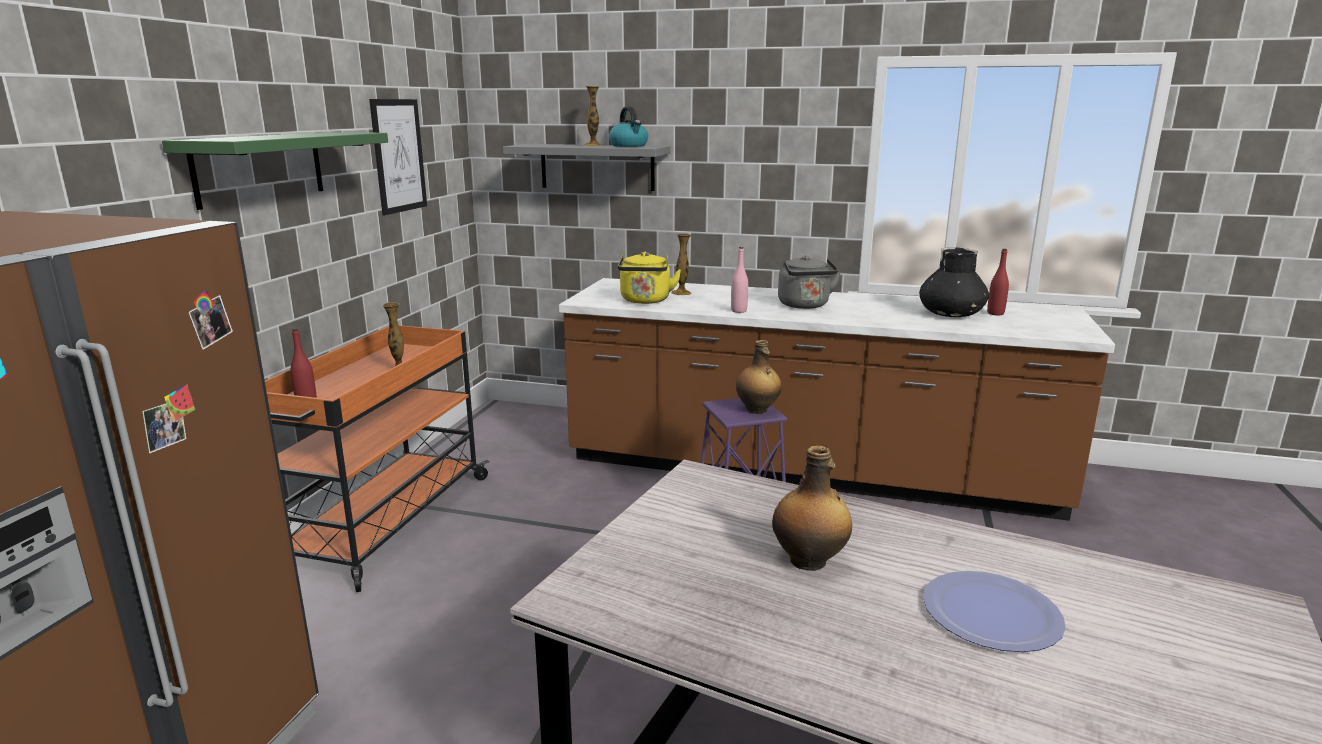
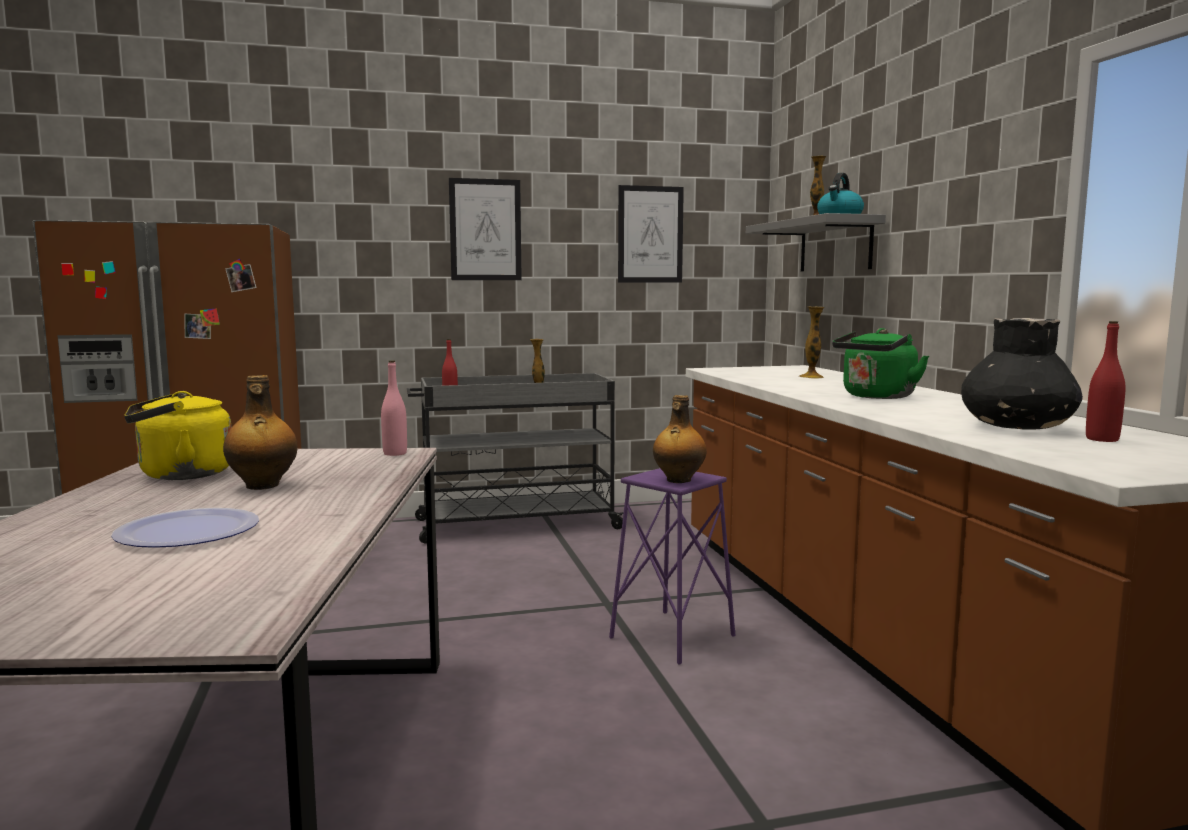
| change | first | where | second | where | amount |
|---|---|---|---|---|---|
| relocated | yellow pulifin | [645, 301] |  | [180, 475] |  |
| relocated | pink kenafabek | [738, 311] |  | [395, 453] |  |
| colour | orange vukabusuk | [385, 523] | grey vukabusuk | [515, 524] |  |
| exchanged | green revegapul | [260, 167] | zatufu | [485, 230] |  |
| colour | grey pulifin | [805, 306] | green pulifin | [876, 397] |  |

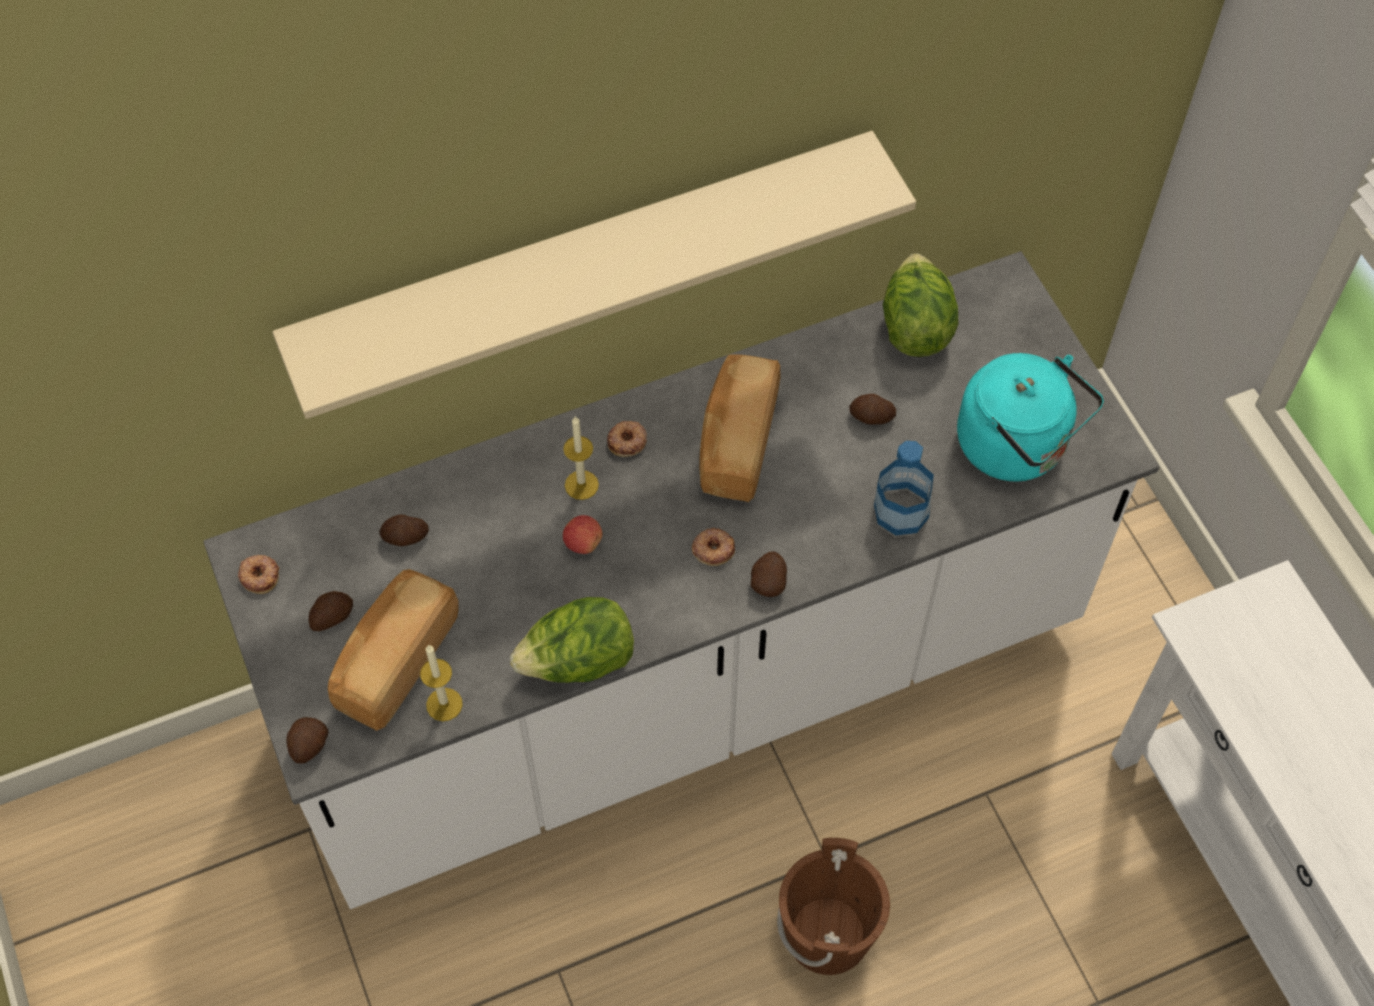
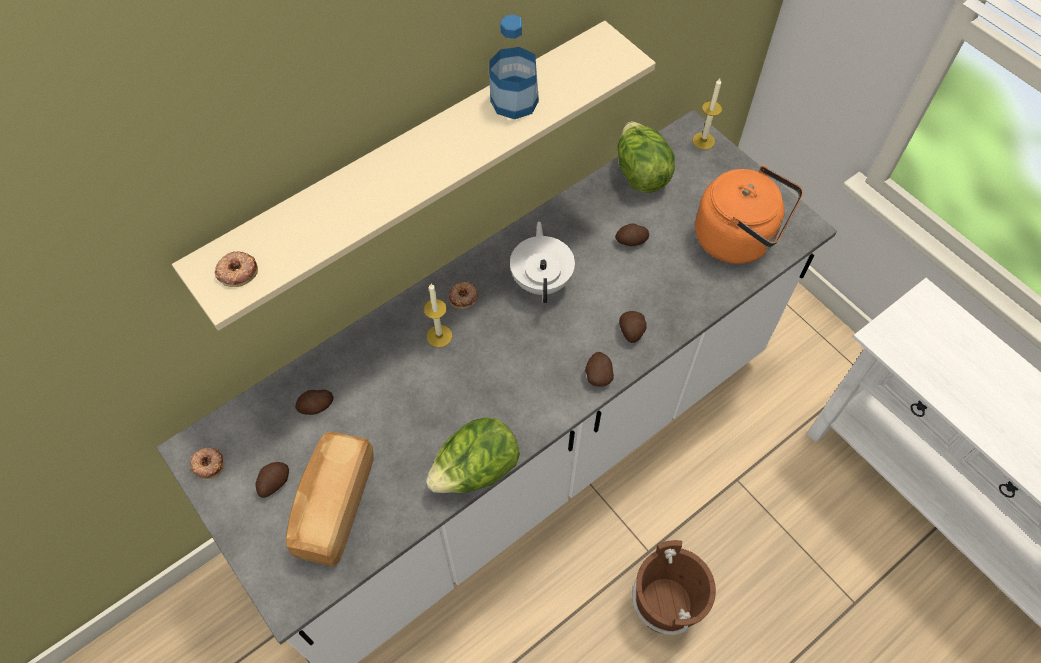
| change | first | where | second | where | amount |
|---|---|---|---|---|---|
| relocated | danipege | [713, 549] |  | [237, 271] |  |
| relocated | kenafabek | [901, 511] |  | [514, 101] |  |
| exchanged | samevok | [735, 442] | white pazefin | [542, 280] |  |
| relocated | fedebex | [308, 746] |  | [631, 332] |  |
| relocated | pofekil | [444, 704] |  | [703, 141] |  |
| colour | turquoise pulifin | [1017, 447] | orange pulifin | [738, 239] |  |
| missing | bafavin | [583, 543] |  |  |  |

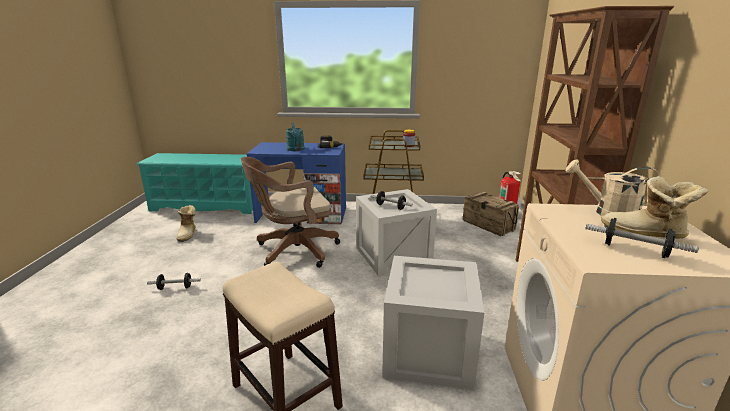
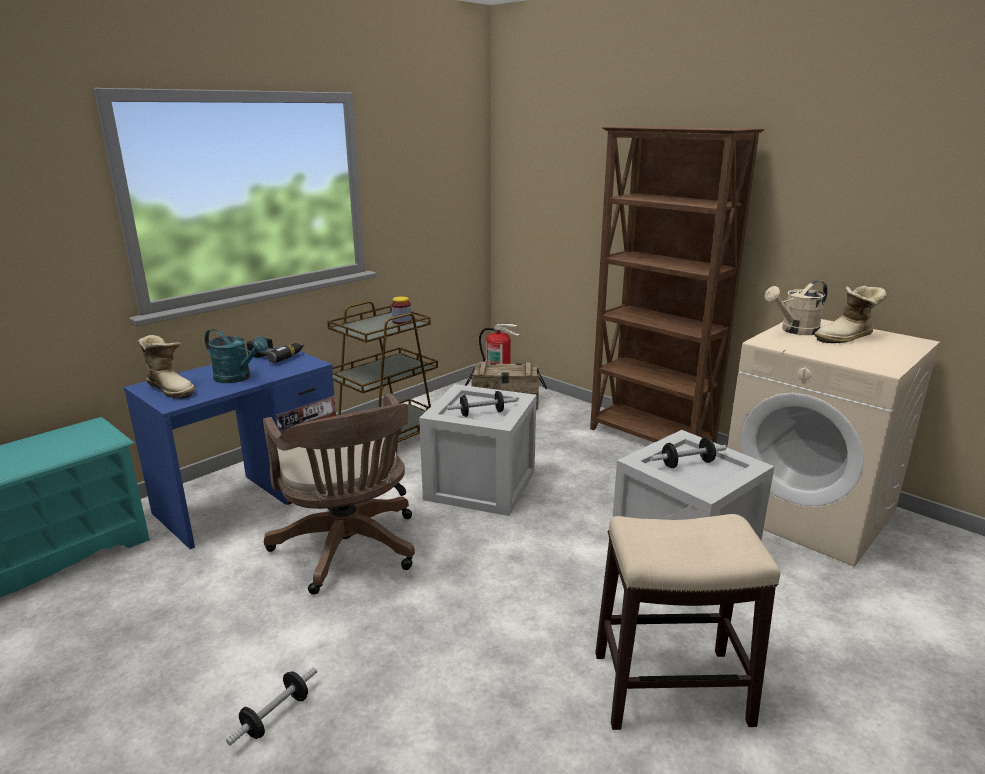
| change | first | where | second | where | amount |
|---|---|---|---|---|---|
| relocated | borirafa | [188, 234] |  | [171, 389] |  |
| spun | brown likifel | [293, 251] |  | [349, 550] | 45 degrees counterclockwise |
| relocated | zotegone | [635, 250] |  | [687, 464] |  |

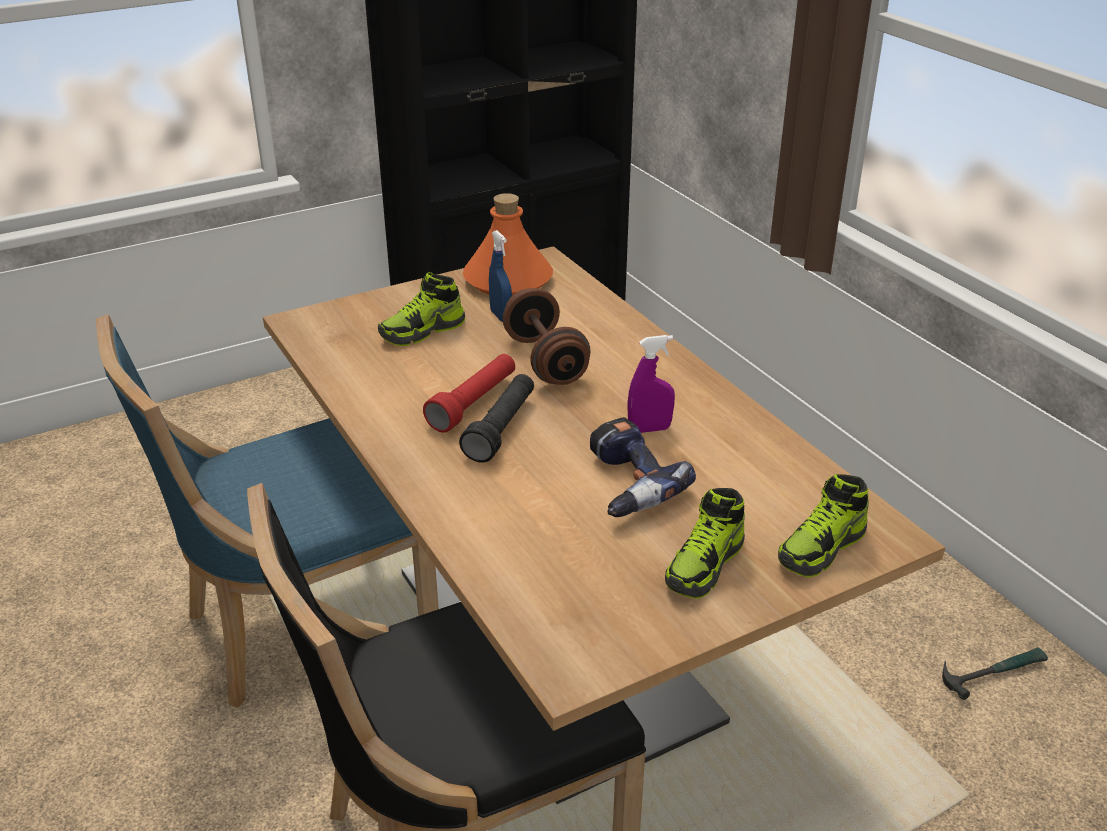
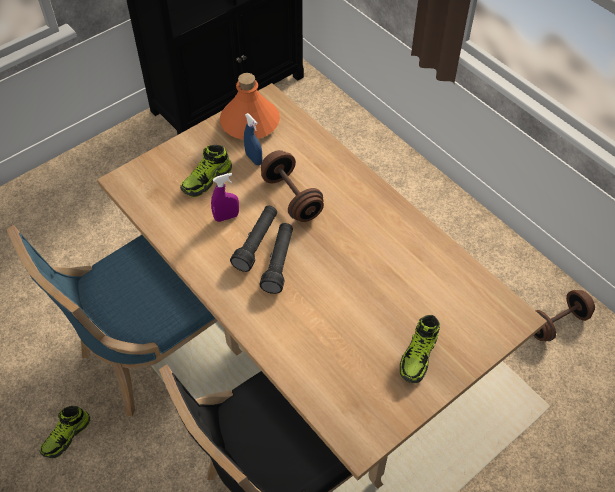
| change | first | where | second | where | amount |
|---|---|---|---|---|---|
| relocated | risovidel | [821, 549] |  | [66, 436] |  |
| relocated | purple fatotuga | [649, 429] |  | [226, 217] |  |
| colour | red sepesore | [474, 403] | black sepesore | [256, 243] |  |
| exchanged | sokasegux | [992, 672] | brown zotegone | [557, 323] |  |
| missing | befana | [625, 485] |  |  |  |

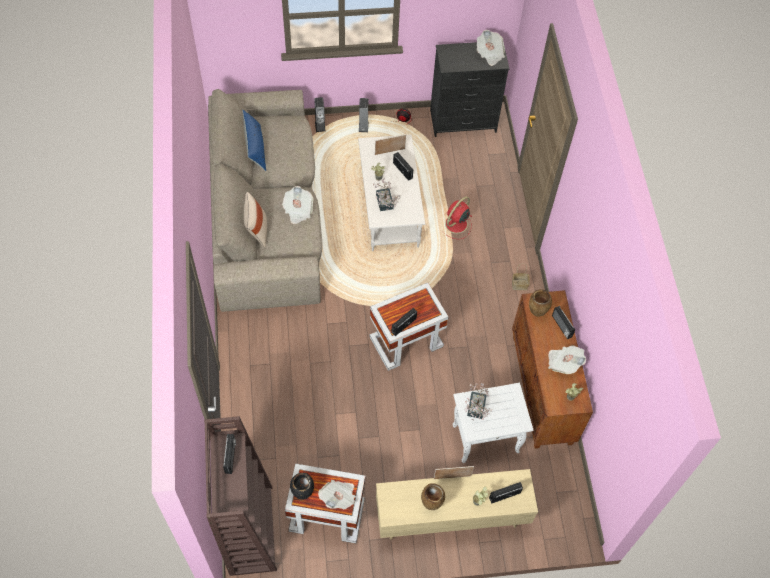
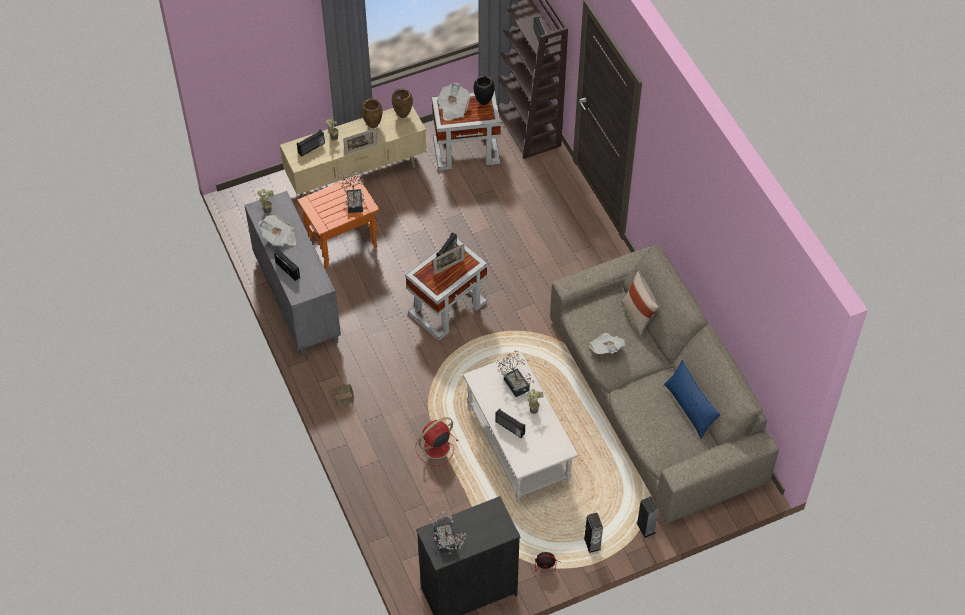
| change | first | where | second | where | amount |
|---|---|---|---|---|---|
| colour | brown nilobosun | [542, 390] | grey nilobosun | [296, 300] |  |
| colour | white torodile | [486, 437] | orange torodile | [341, 245] |  |
| relocated | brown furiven | [536, 314] |  | [403, 115] |  |
| spun | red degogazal | [455, 224] |  | [435, 447] | 150 degrees counterclockwise |
| exchanged | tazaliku | [490, 54] | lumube | [446, 543] |  |
| relocated | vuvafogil | [390, 151] |  | [449, 267] |  |

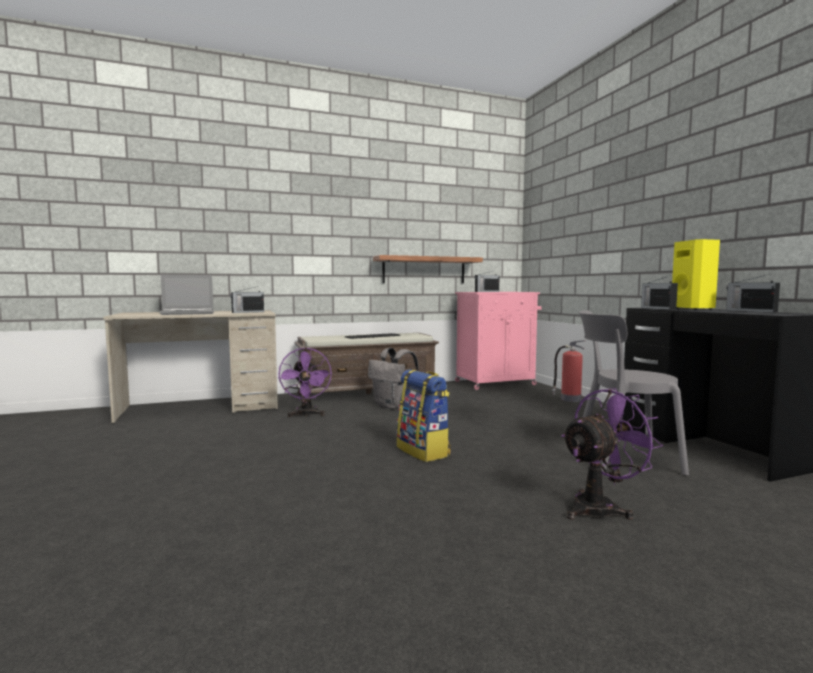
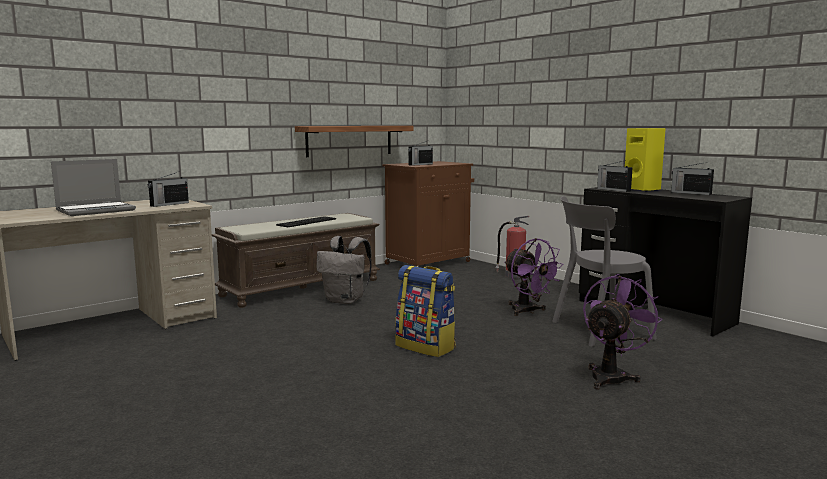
| change | first | where | second | where | amount |
|---|---|---|---|---|---|
| colour | pink nilobosun | [496, 383] | brown nilobosun | [429, 262] |  |
| relocated | purple degogazal | [306, 415] |  | [528, 311] |  |

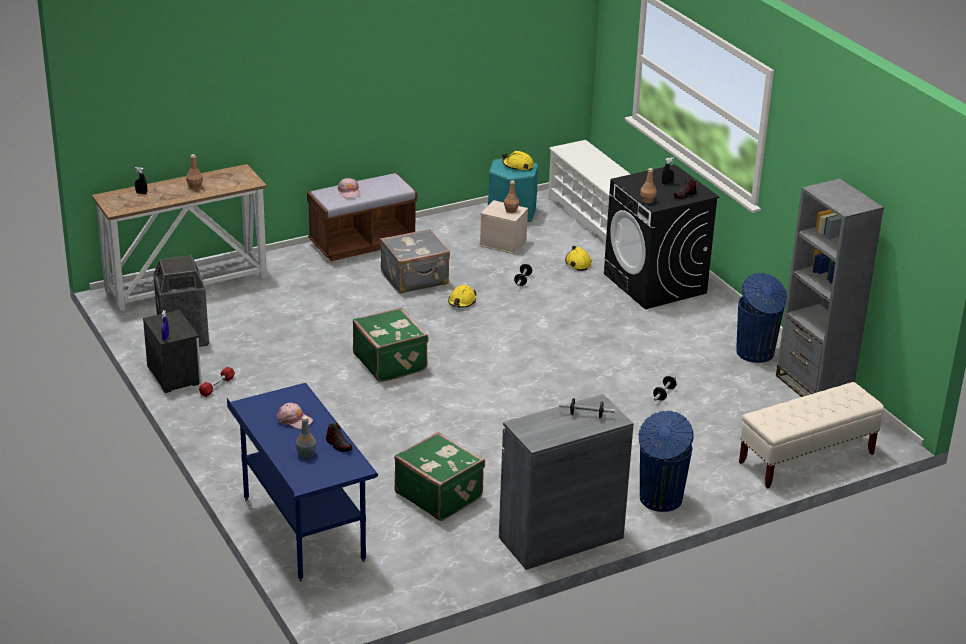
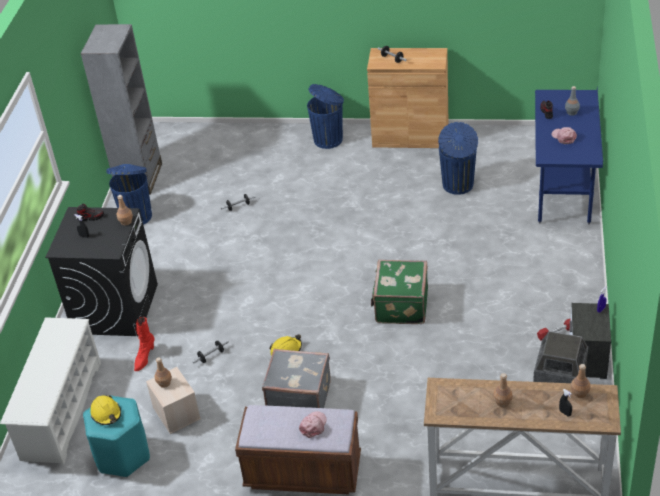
| change | first | where | second | where | amount |
|---|---|---|---|---|---|
| exchanged | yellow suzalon | [578, 263] | red borirafa | [144, 358] |  |
| colour | grey nilobosun | [561, 538] | brown nilobosun | [410, 136] |  |
| exchanged | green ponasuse | [439, 494] | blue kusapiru | [458, 185] |  |
| appeared |  |  | brown kenafabek | [579, 393] |  |
| missing | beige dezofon | [806, 459] |  |  |  |

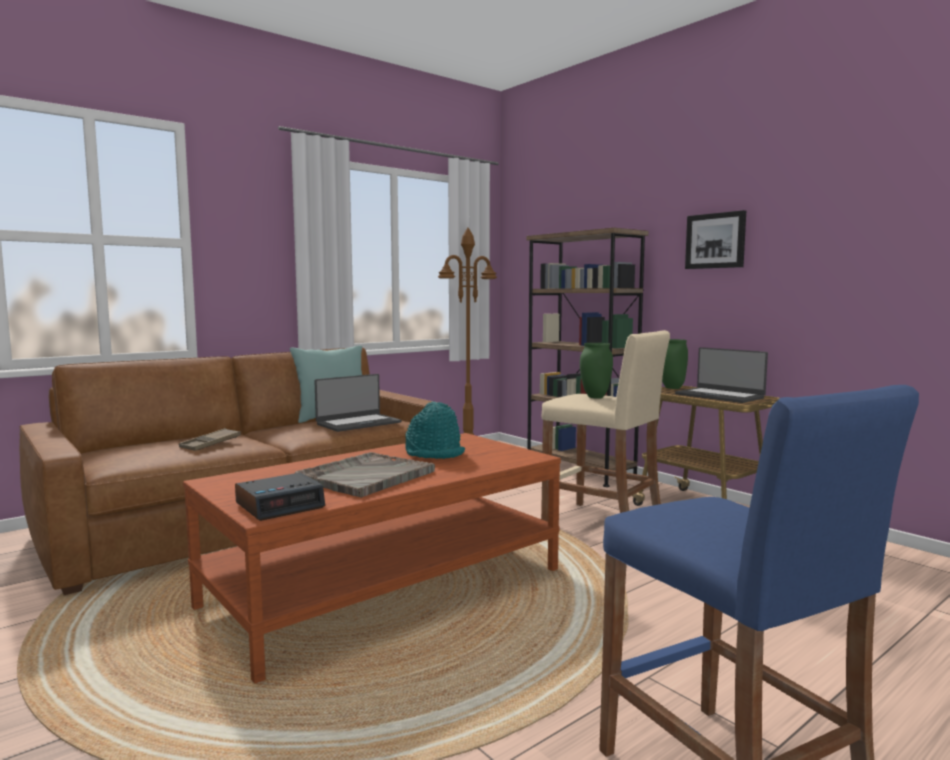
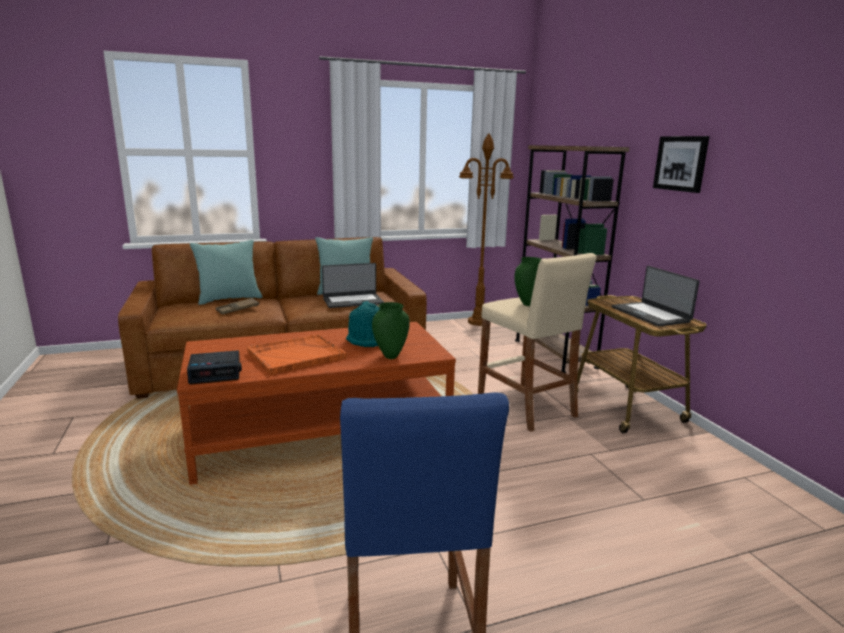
| change | first | where | second | where | amount |
|---|---|---|---|---|---|
| appeared |  |  | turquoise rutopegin | [229, 299] |  |
| colour | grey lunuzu | [365, 476] | orange lunuzu | [295, 355] |  |
| relocated | green furiven | [672, 388] |  | [390, 356] |  |

